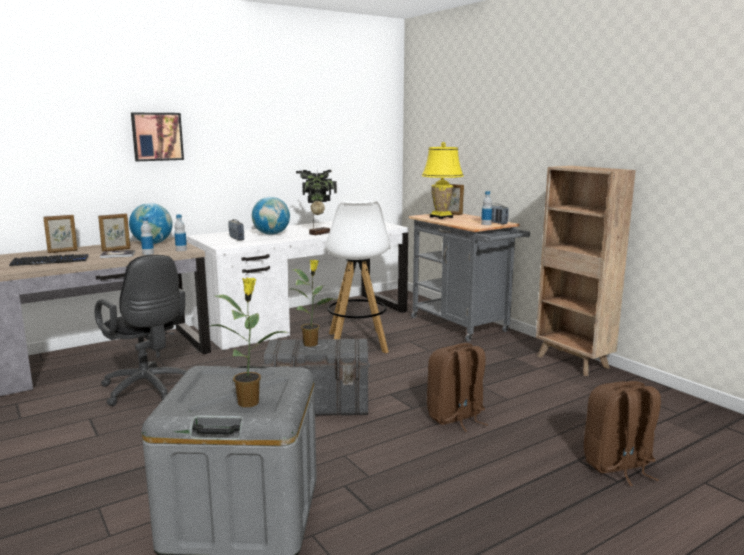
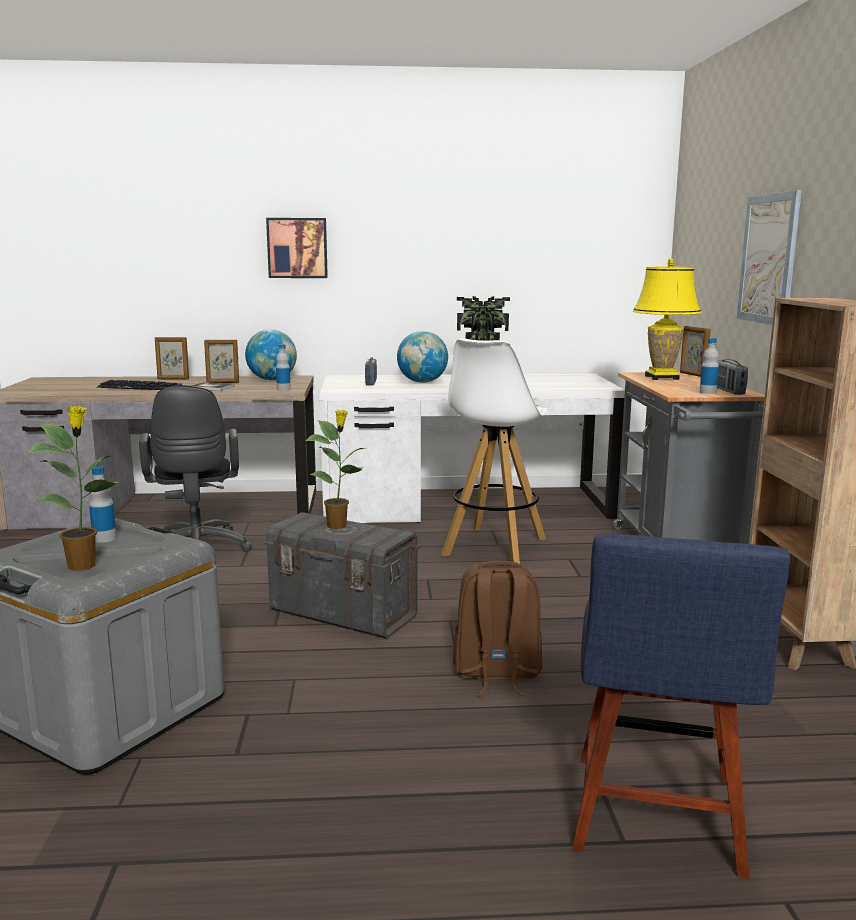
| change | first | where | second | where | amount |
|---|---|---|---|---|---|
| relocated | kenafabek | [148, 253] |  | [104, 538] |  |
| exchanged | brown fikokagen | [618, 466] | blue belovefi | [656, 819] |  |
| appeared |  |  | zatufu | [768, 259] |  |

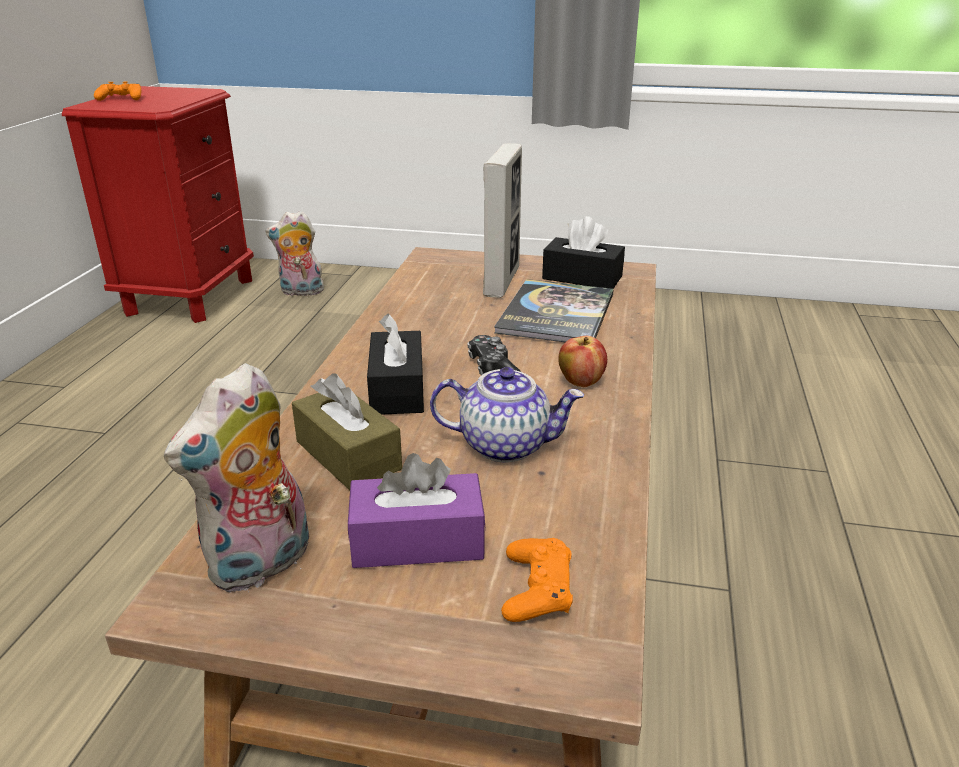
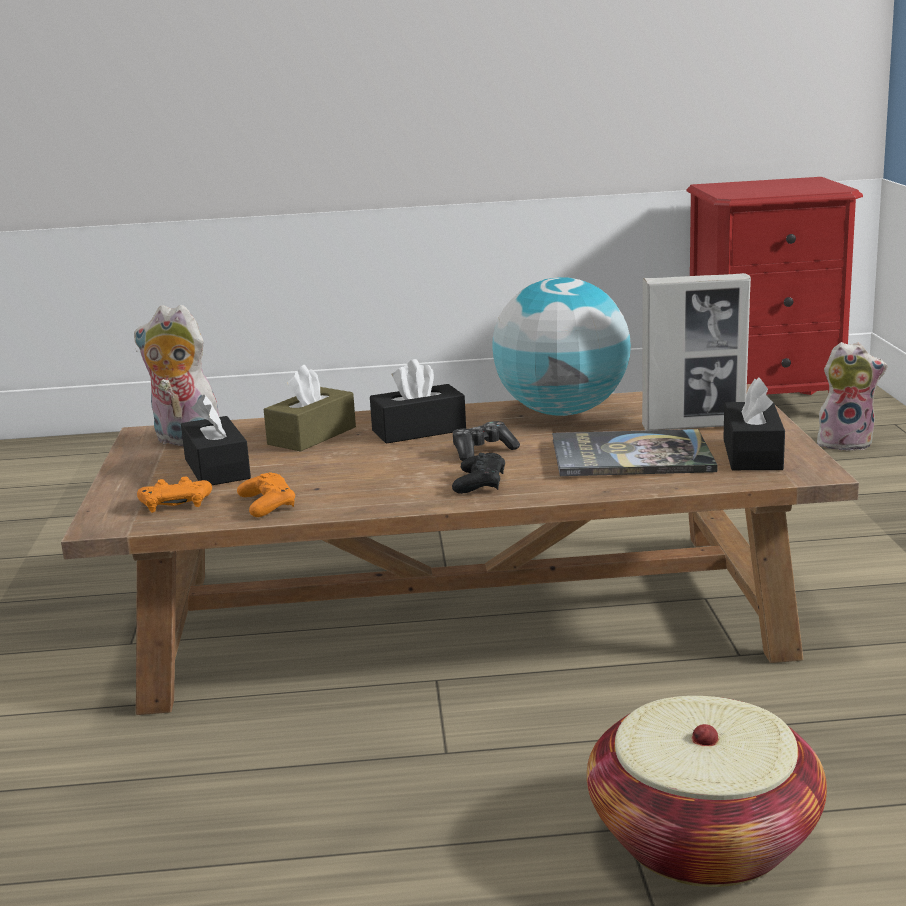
| change | first | where | second | where | amount |
|---|---|---|---|---|---|
| colour | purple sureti | [417, 541] | black sureti | [217, 469] |  |
| relocated | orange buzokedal | [121, 98] |  | [267, 504] |  |
| exchanged | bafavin | [581, 382] | black buzokedal | [479, 482] |  |
| appeared |  |  | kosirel | [562, 412] |  |
| appeared |  |  | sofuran | [703, 839] |  |
| spun | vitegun | [300, 292] |  | [846, 443] | 120 degrees clockwise |
| missing | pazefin | [506, 445] |  |  |  |

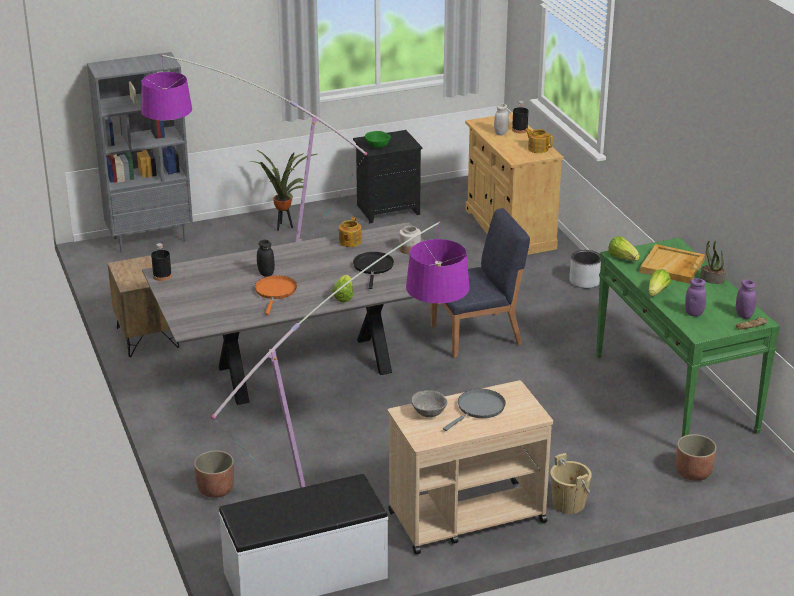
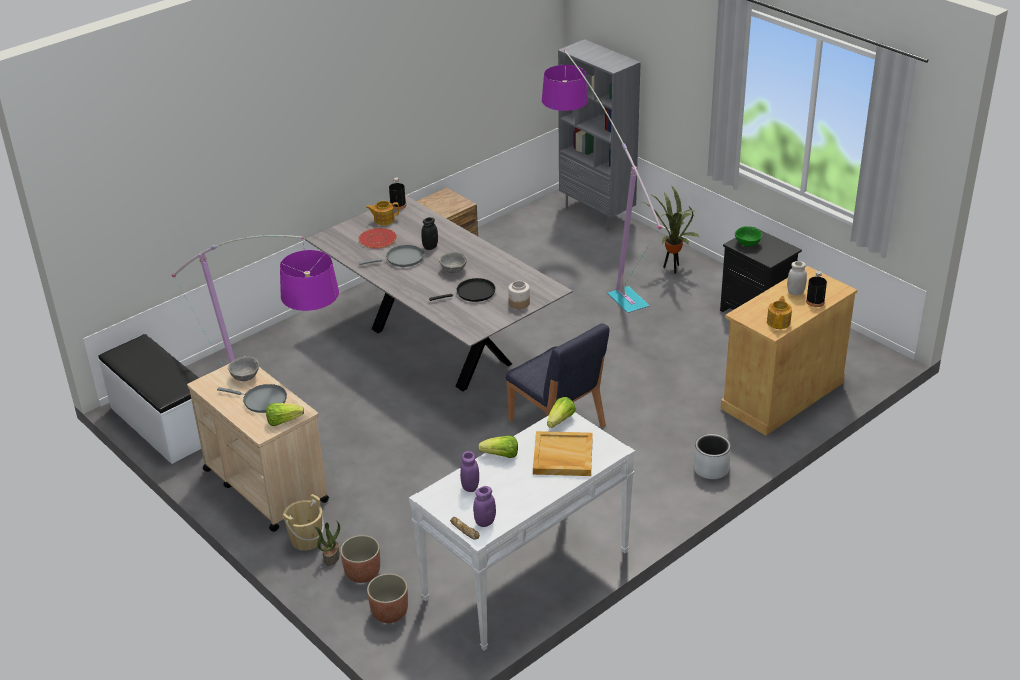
| change | first | where | second | where | amount |
|---|---|---|---|---|---|
| relocated | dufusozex | [344, 296] |  | [283, 421] |  |
| relocated | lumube | [712, 279] |  | [331, 556] |  |
| relocated | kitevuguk | [216, 489] |  | [362, 573] |  |
| appeared |  |  | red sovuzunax | [377, 239] |  |
| colour | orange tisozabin | [275, 292] | grey tisozabin | [402, 259] |  |
| relocated | pazefin | [349, 242] |  | [383, 220] |  |
| colour | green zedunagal | [675, 394] | white zedunagal | [526, 575] |  |
| appeared |  |  | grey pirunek | [453, 270] |  |

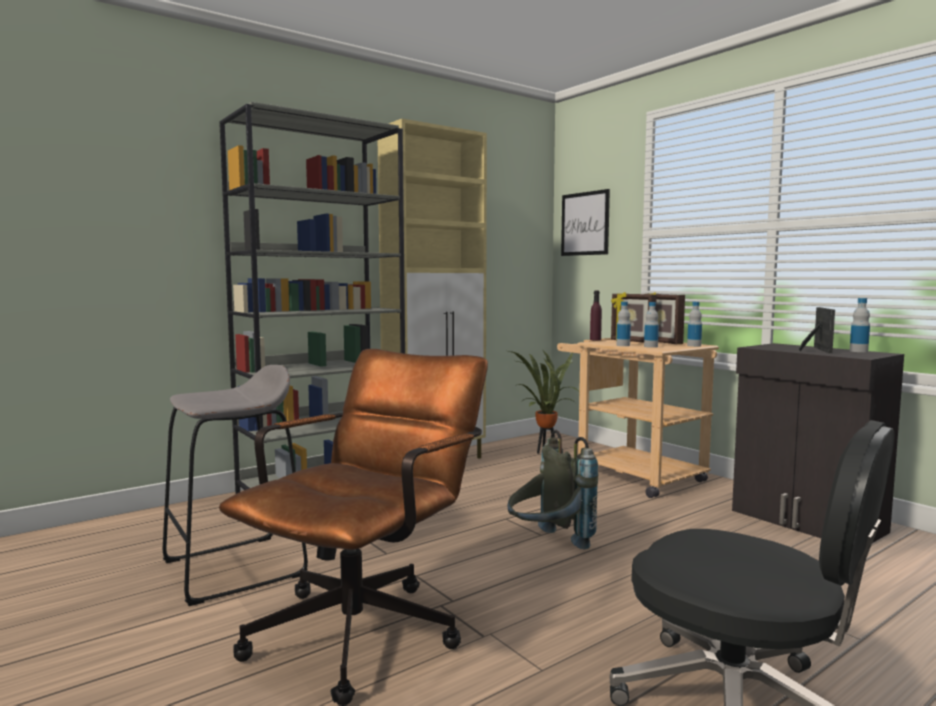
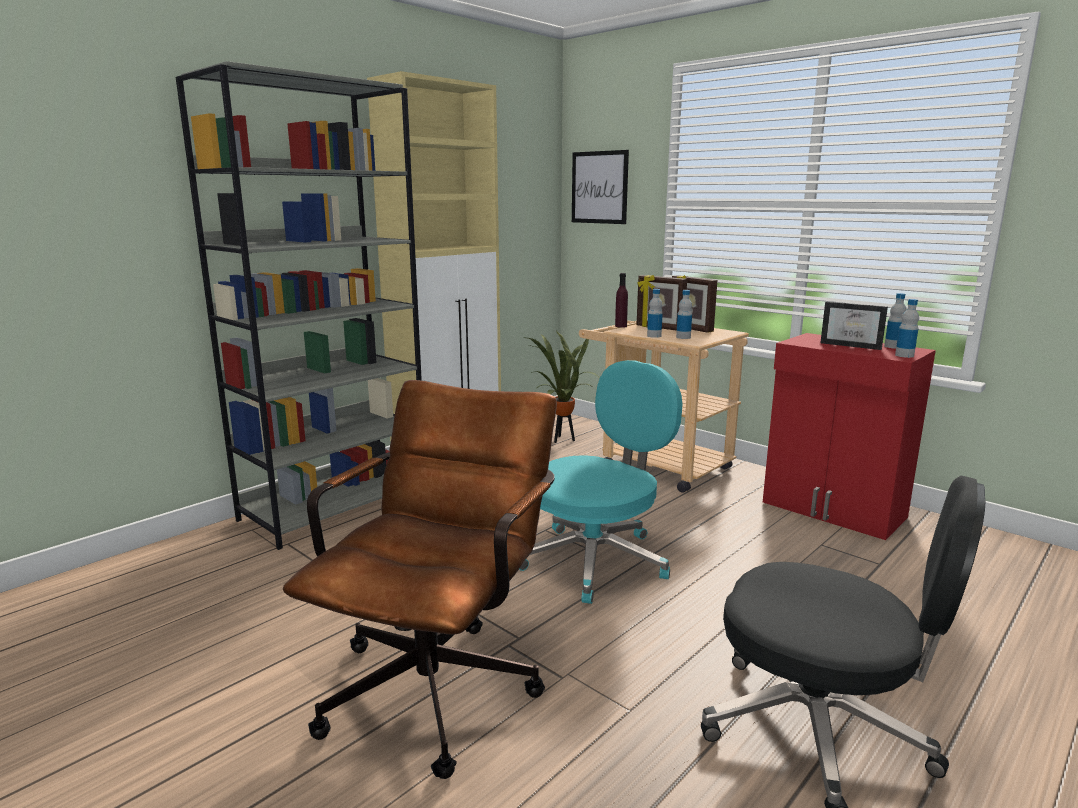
| change | first | where | second | where | amount |
|---|---|---|---|---|---|
| exchanged | grey fikokagen | [548, 545] | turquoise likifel | [596, 560] |  |
| colour | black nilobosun | [807, 522] | red nilobosun | [833, 510] |  |
| spun | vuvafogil | [816, 350] |  | [852, 345] | 120 degrees clockwise |
| relocated | kenafabek | [694, 345] |  | [904, 355] |  |
| missing | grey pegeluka | [235, 568] |  |  |  |

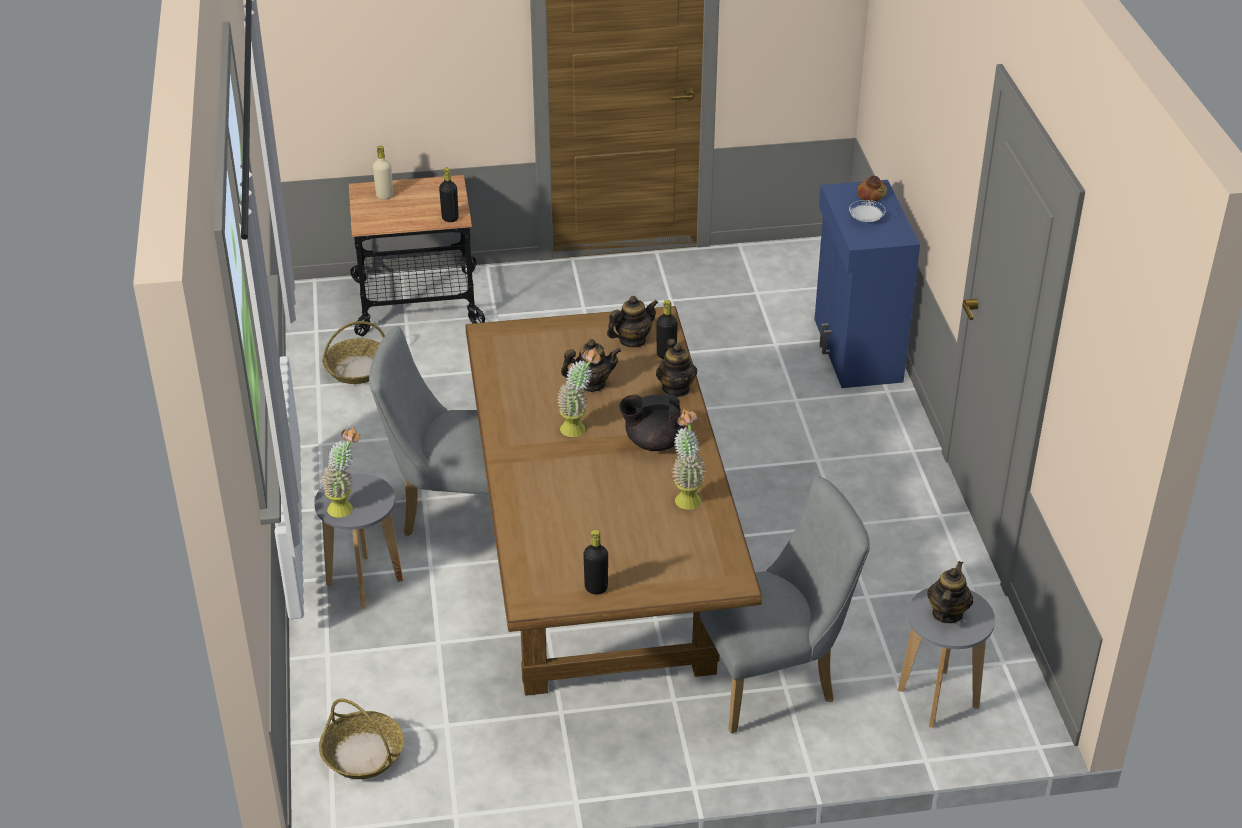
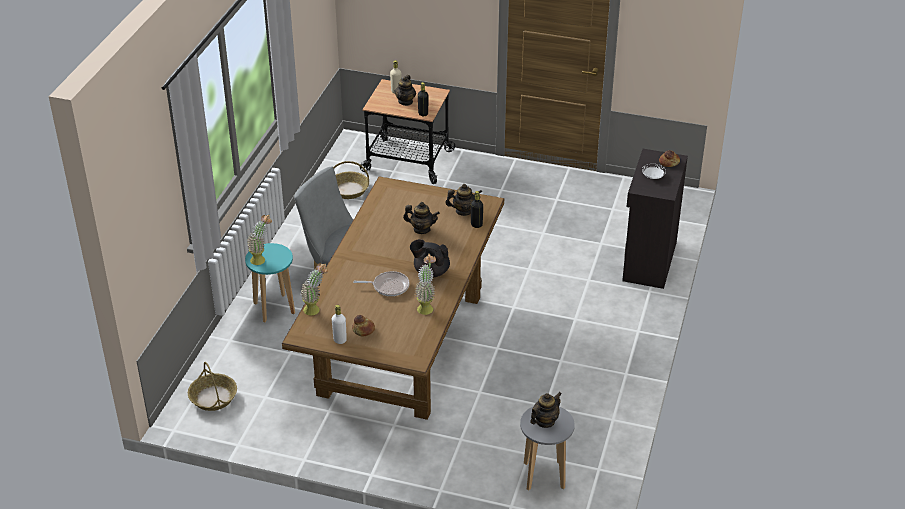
| change | first | where | second | where | amount |
|---|---|---|---|---|---|
| colour | grey pegeluka | [365, 582] | turquoise pegeluka | [274, 308] |  |
| relocated | lumube | [578, 427] |  | [316, 310] |  |
| colour | black kenafabek | [596, 588] | white kenafabek | [340, 340] |  |
| appeared |  |  | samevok | [363, 330] |  |
| appeared |  |  | tisozabin | [388, 286] |  |
| relocated | pazefin | [676, 388] |  | [405, 101] |  |
| colour | blue nilobosun | [856, 351] | black nilobosun | [648, 261] |  |
| missing | grey belovefi | [773, 680] |  |  |  |

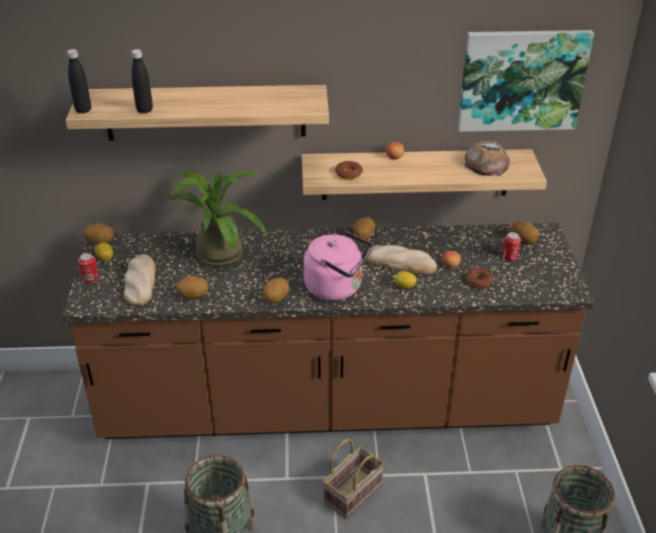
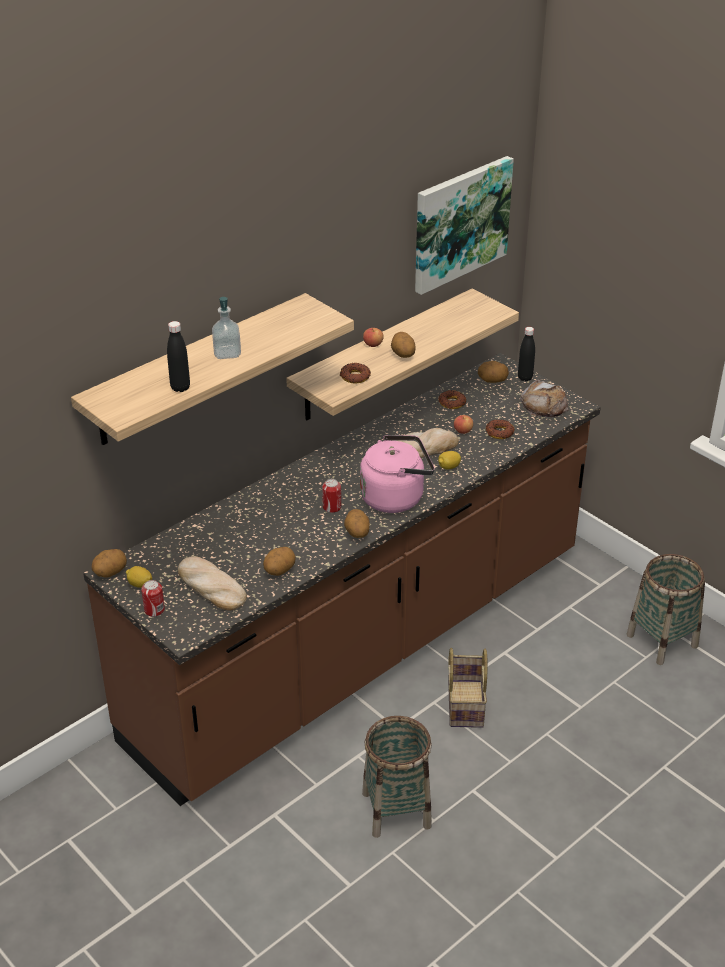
| change | first | where | second | where | amount |
|---|---|---|---|---|---|
| appeared |  |  | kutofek | [227, 353] |  |
| relocated | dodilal | [509, 257] |  | [332, 507] |  |
| relocated | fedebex | [363, 236] |  | [402, 355] |  |
| appeared |  |  | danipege | [452, 403] |  |
| relocated | black kenafabek | [83, 110] |  | [525, 378] |  |
| relocated | samevok | [486, 164] |  | [544, 404] |  |
| missing | lumube | [218, 251] |  |  |  |

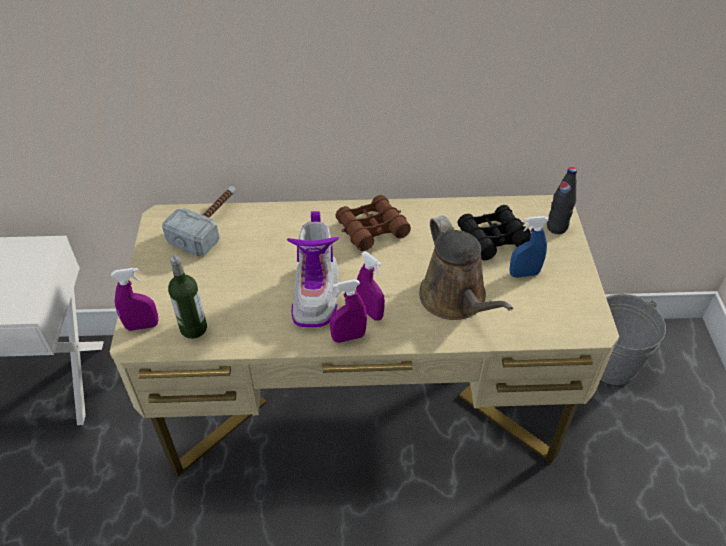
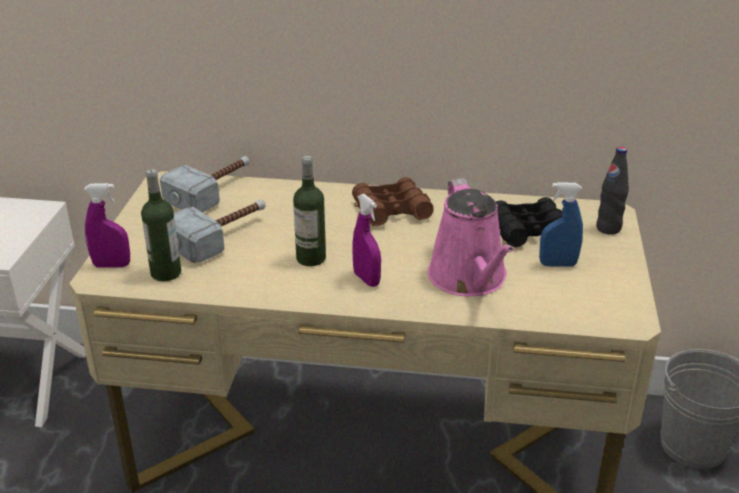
| change | first | where | second | where | amount |
|---|---|---|---|---|---|
| appeared |  |  | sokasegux | [222, 236] |  |
| exchanged | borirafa | [316, 294] | kenafabek | [311, 258] |  |
| colour | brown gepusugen | [456, 300] | pink gepusugen | [470, 279] |  |
| missing | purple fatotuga | [348, 337] |  |  |  |

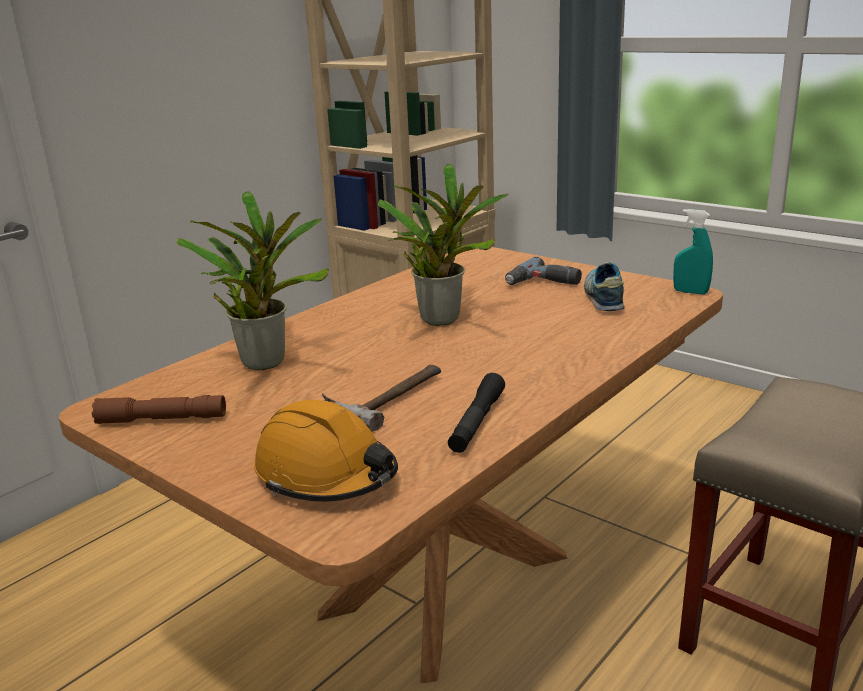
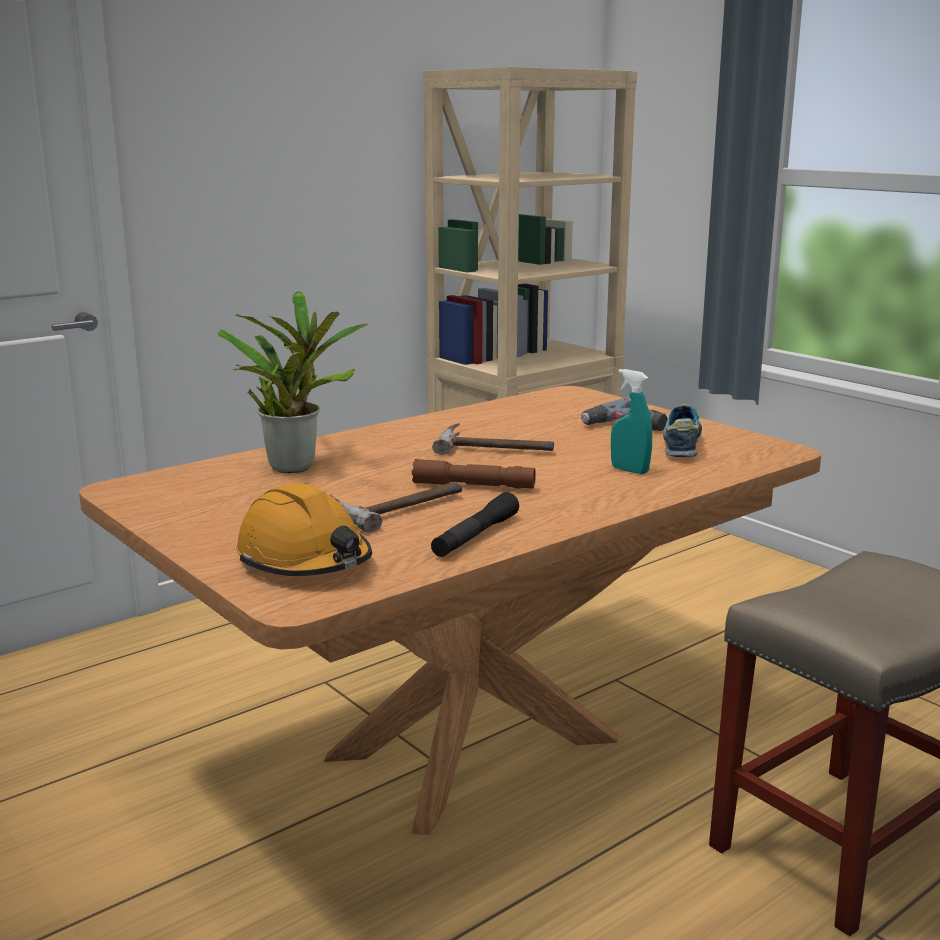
| change | first | where | second | where | amount |
|---|---|---|---|---|---|
| relocated | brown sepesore | [162, 419] |  | [473, 486] |  |
| exchanged | lumube | [443, 318] | sokasegux | [496, 447] |  |
| relocated | turquoise fatotuga | [690, 292] |  | [629, 470] |  |

